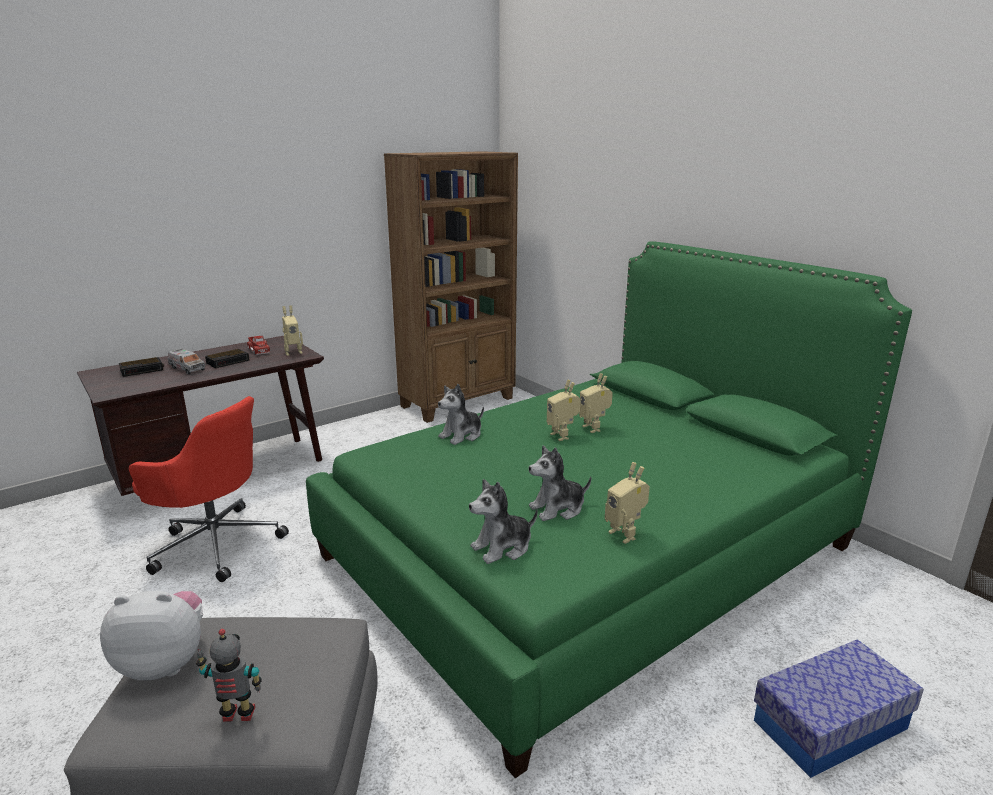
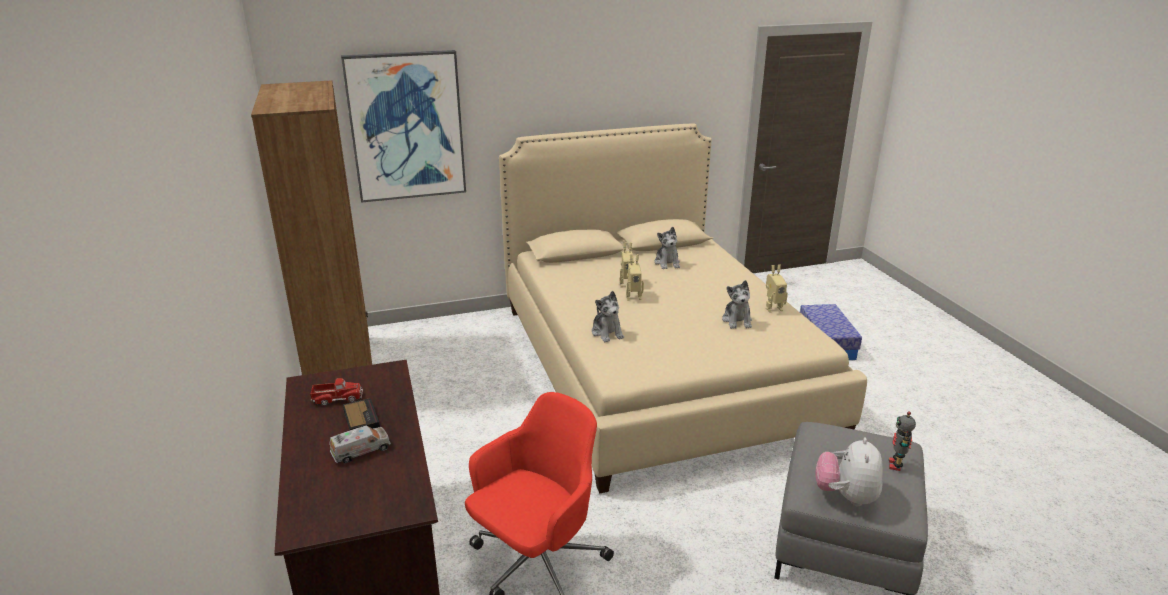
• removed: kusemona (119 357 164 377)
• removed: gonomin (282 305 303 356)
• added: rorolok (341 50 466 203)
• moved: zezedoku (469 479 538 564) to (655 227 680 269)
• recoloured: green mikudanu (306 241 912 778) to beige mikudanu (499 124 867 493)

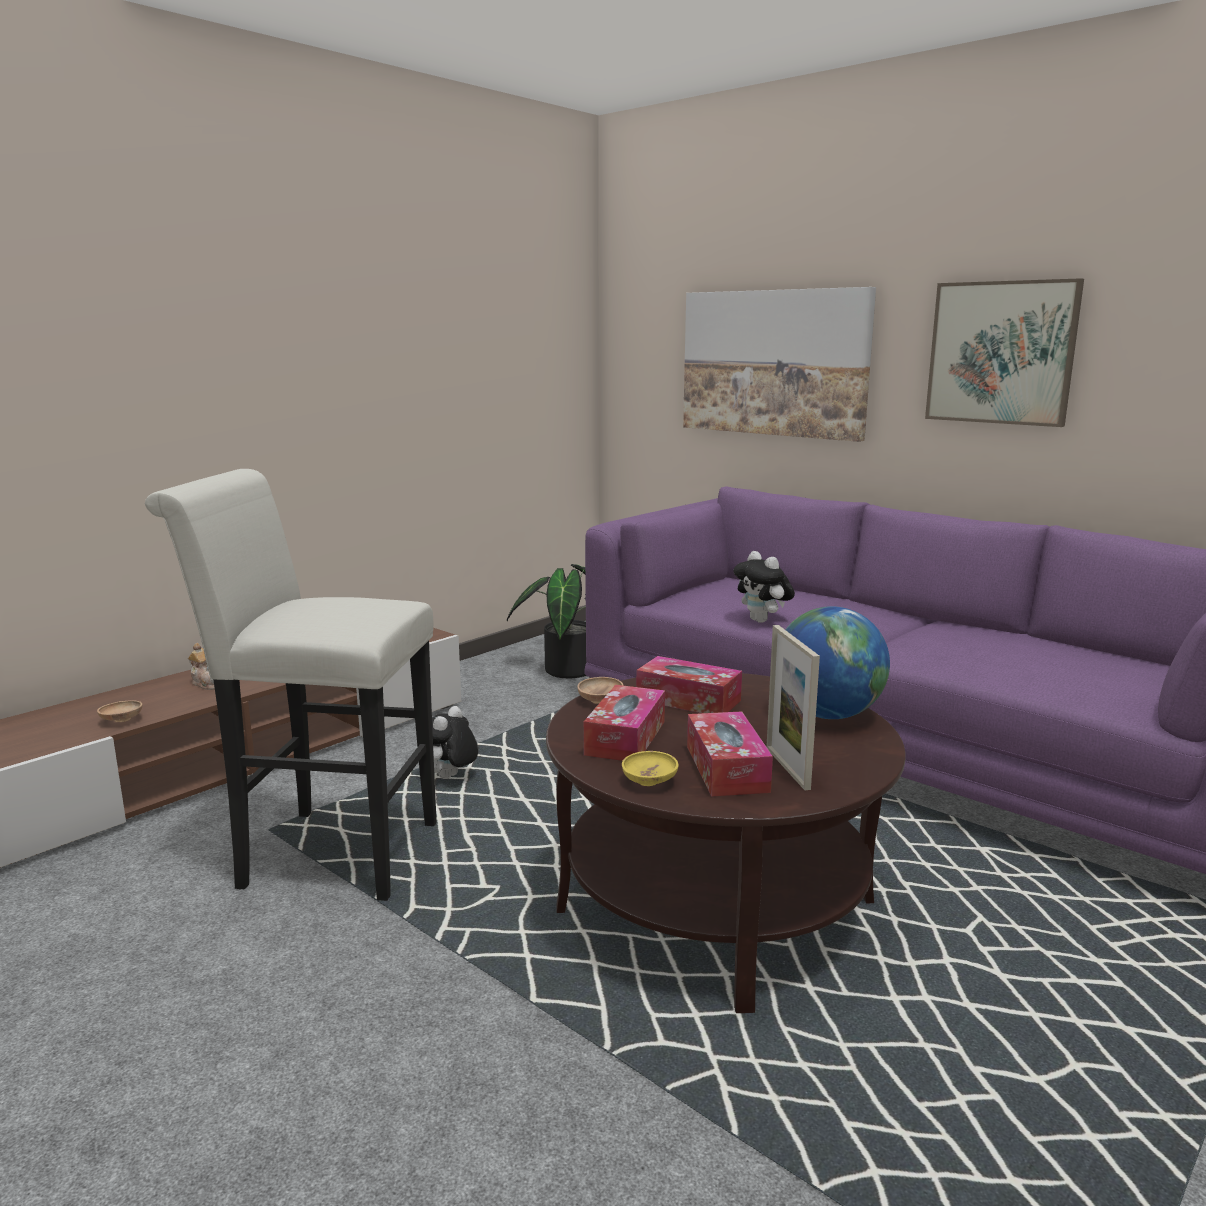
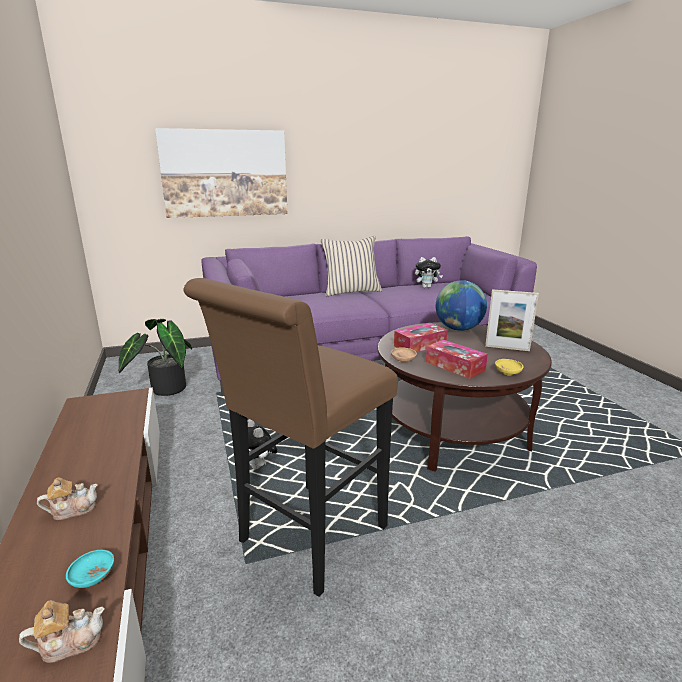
• removed: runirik (687 711 773 796)
• removed: rorolok (925 278 1084 427)
• added: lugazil (19 601 104 663)
• added: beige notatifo (320 236 382 296)
• moved: zezedoku (733 551 795 623) to (415 257 443 288)
• recoloured: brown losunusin (97 700 142 722) to turquoise losunusin (66 550 114 588)
• recoloured: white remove (145 469 437 902) to brown remove (184 278 398 597)

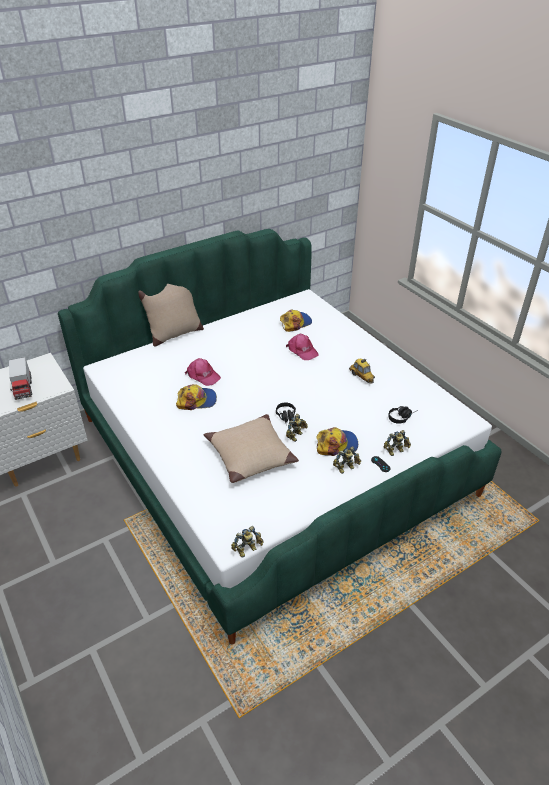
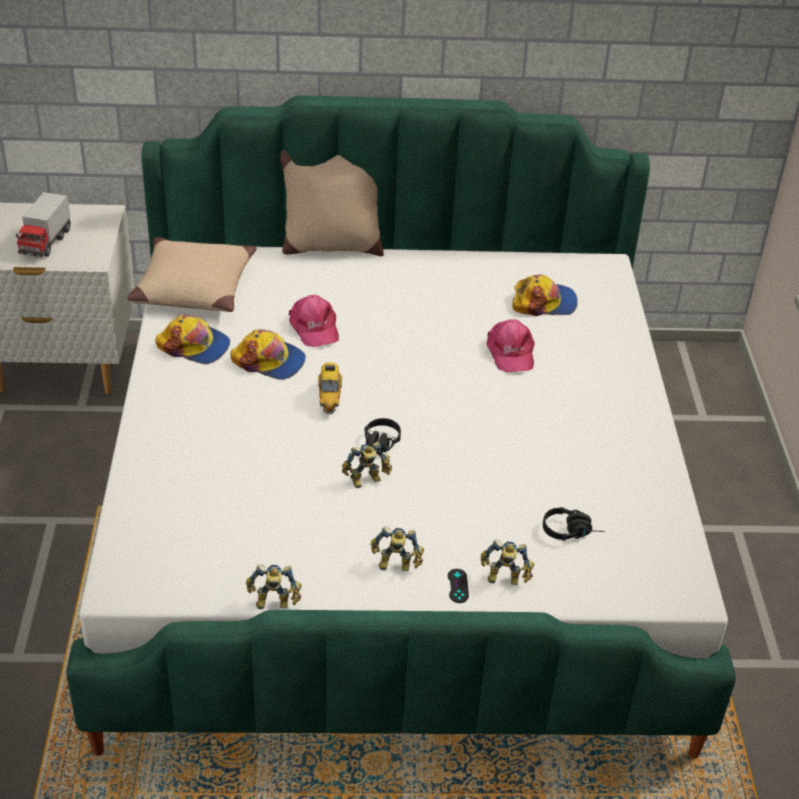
• moved: beige notatifo (204 414 299 483) to (127 237 256 312)
• moved: gonomin (231 526 263 558) to (246 565 302 609)
• moved: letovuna (316 427 358 456) to (156 315 230 364)
• moved: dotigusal (349 359 375 384) to (318 362 342 414)

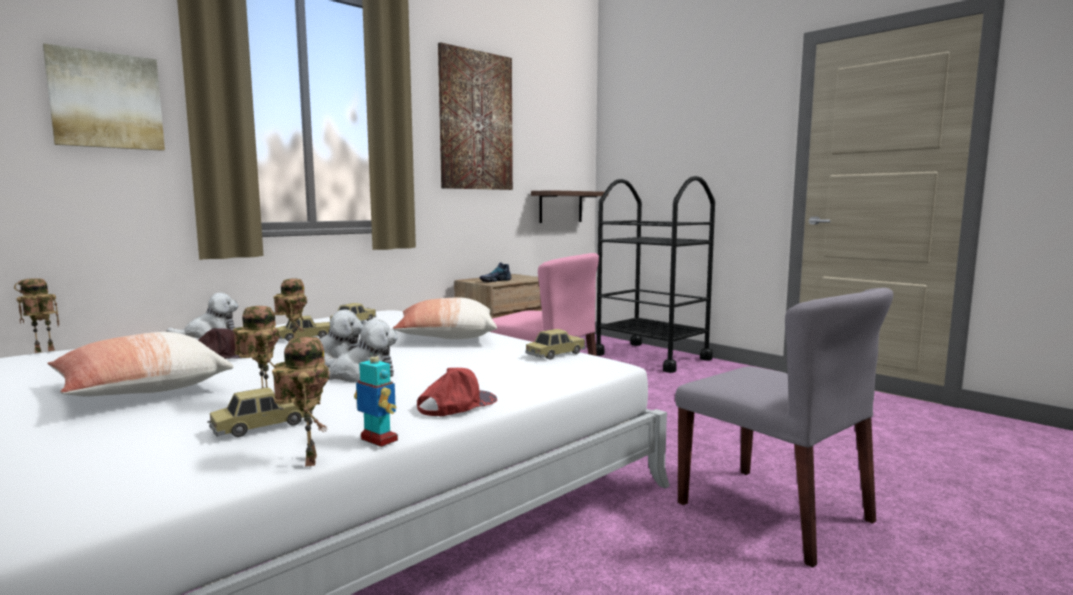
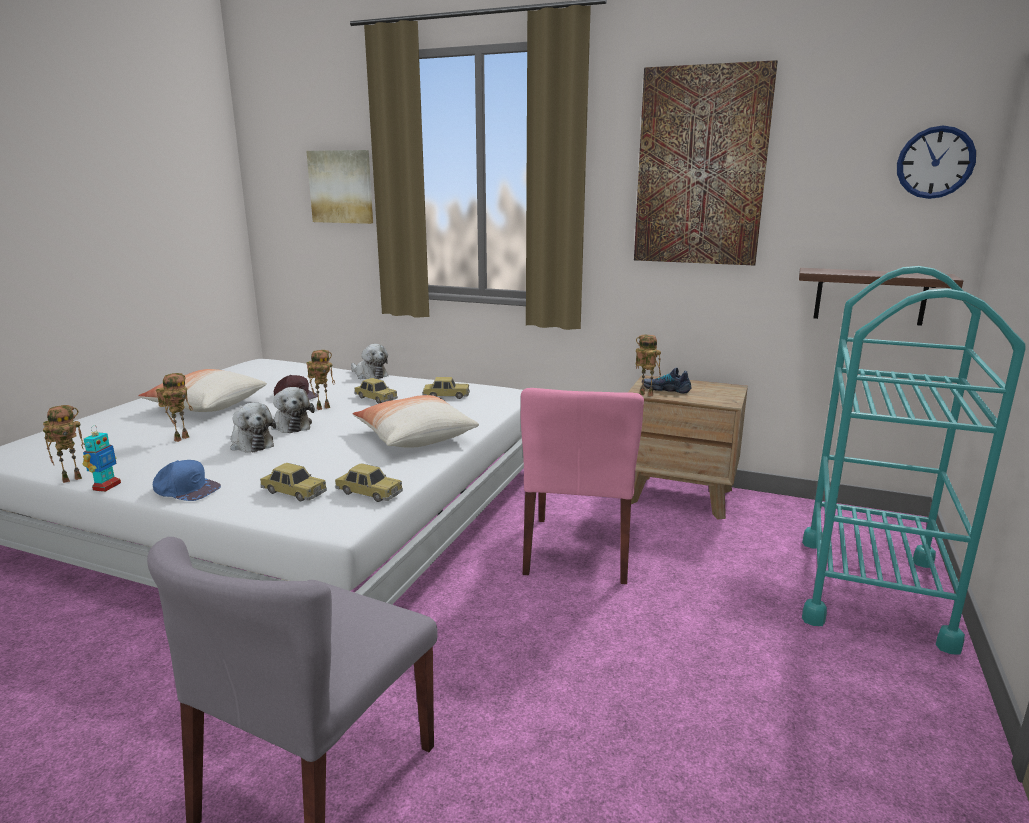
• added: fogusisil (897 125 976 199)
• moved: gonomin (14 278 59 353) to (635 335 661 396)
• moved: dotigusal (207 387 305 437) to (260 463 327 502)
• recoloured: red letovuna (417 368 497 417) to blue letovuna (153 460 221 501)
• recoloured: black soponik (596 176 715 373) to turquoise soponik (802 266 1026 655)

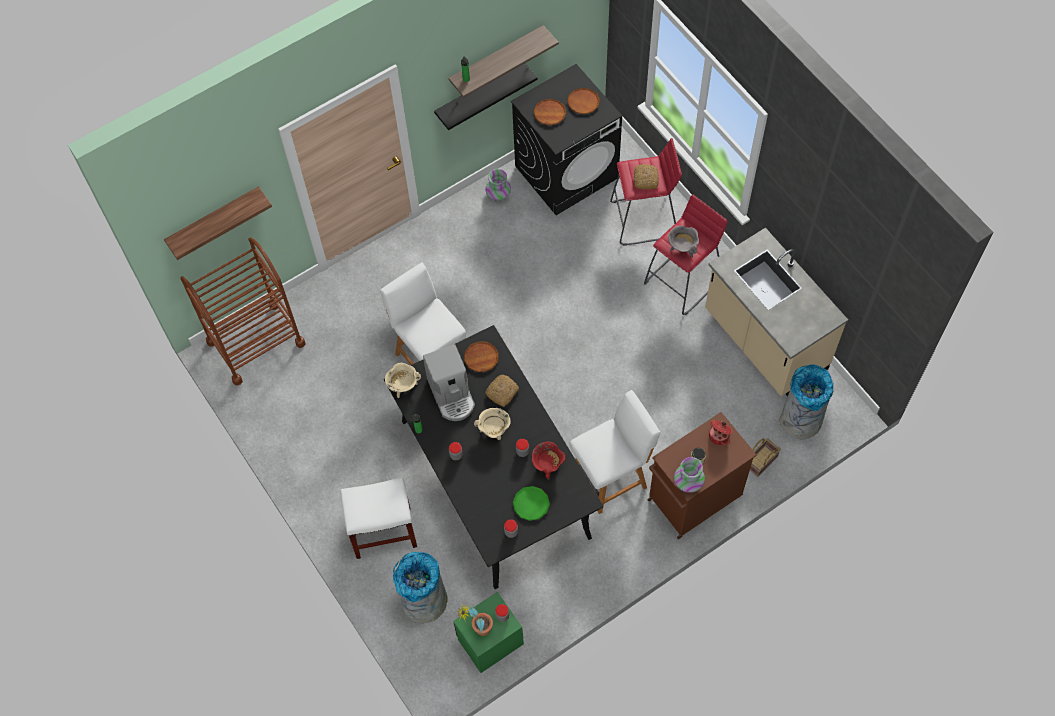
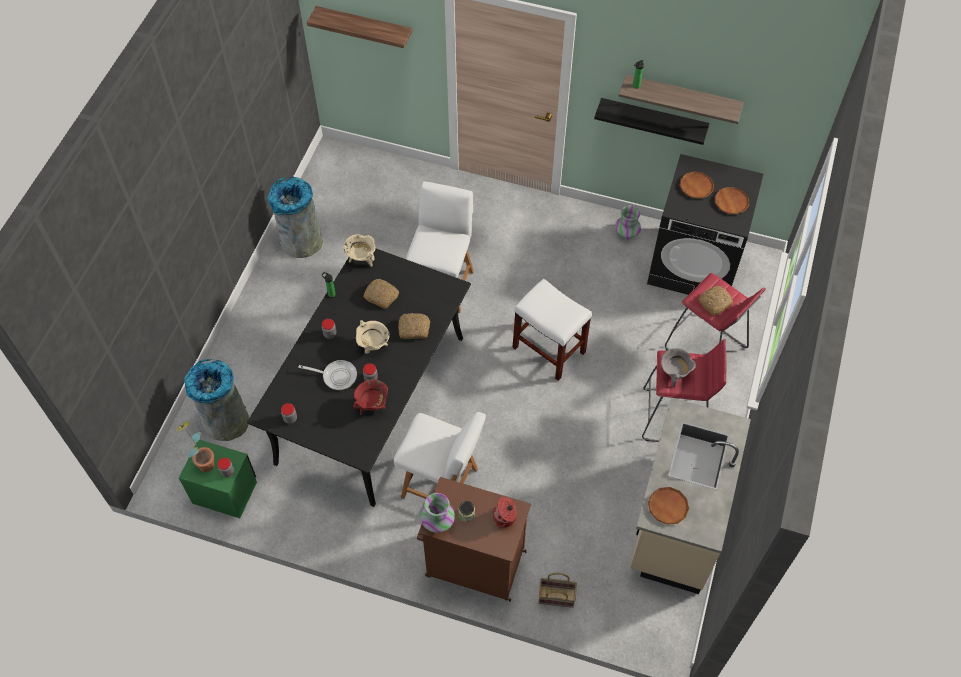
• removed: brown soponik (180 237 306 386)
• removed: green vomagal (513 486 550 521)
• added: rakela (298 360 357 390)
• moved: white remove (340 477 417 559) to (512 279 592 381)
• moved: brown vomagal (464 342 499 372) to (648 487 689 525)
• moved: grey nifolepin (780 364 833 439) to (267 177 322 258)
• replaced: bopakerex (423 344 475 421) to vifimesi (364 279 399 309)

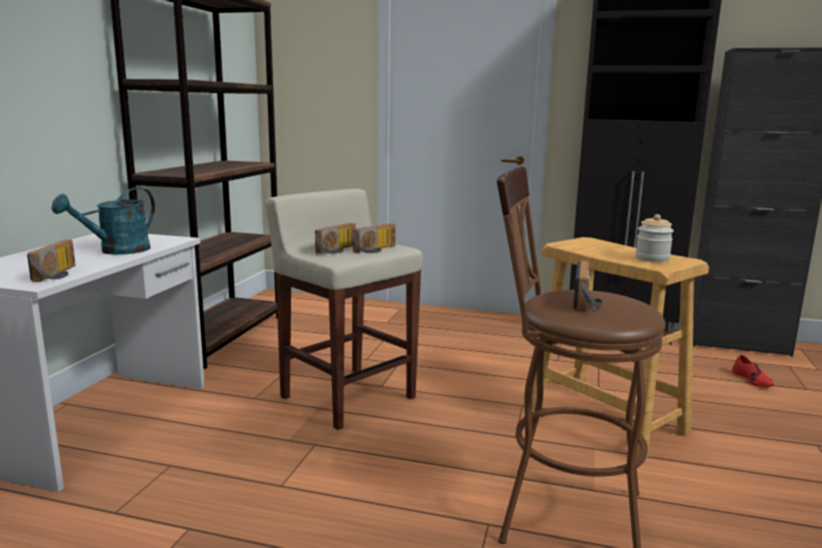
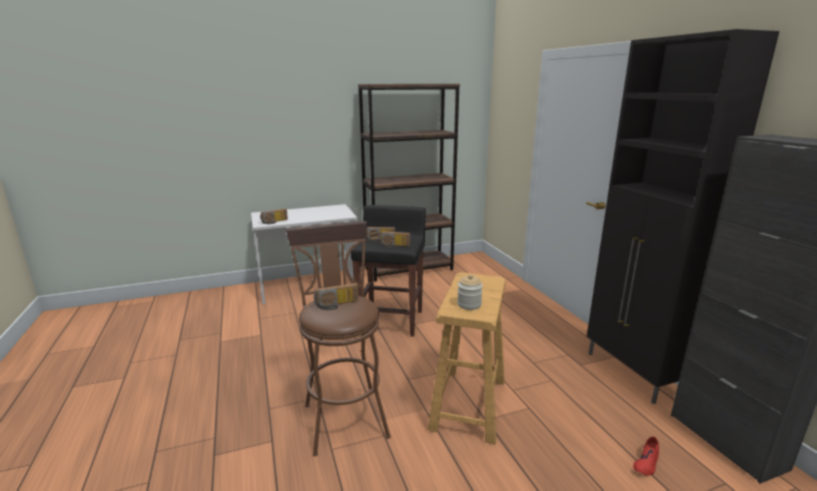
• removed: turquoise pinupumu (52 187 155 255)
• recoloured: beige remove (265 189 423 430) to black remove (351 205 426 337)

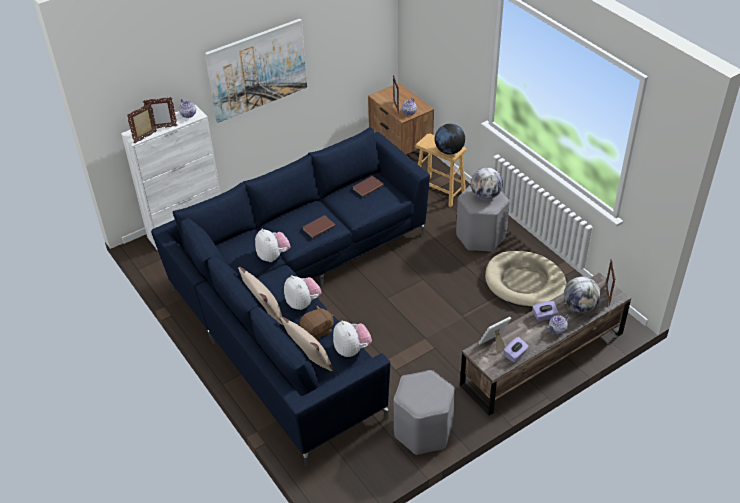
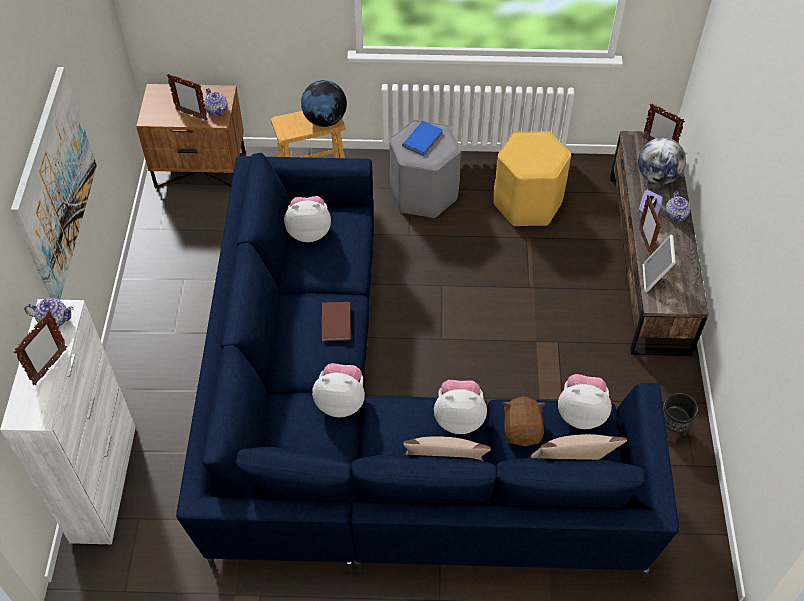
• removed: purple runirik (504 337 529 363)
• moved: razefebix (127 103 157 144) to (639 195 661 256)
• replaced: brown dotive (353 176 384 197) to zezedoku (284 196 331 242)
• replaced: grey remove (393 370 455 455) to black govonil (663 393 698 436)
• replaced: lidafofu (471 167 503 200) to blue dotive (402 121 443 156)
• replaced: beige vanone (485 251 567 308) to yellow remove (493 131 571 226)

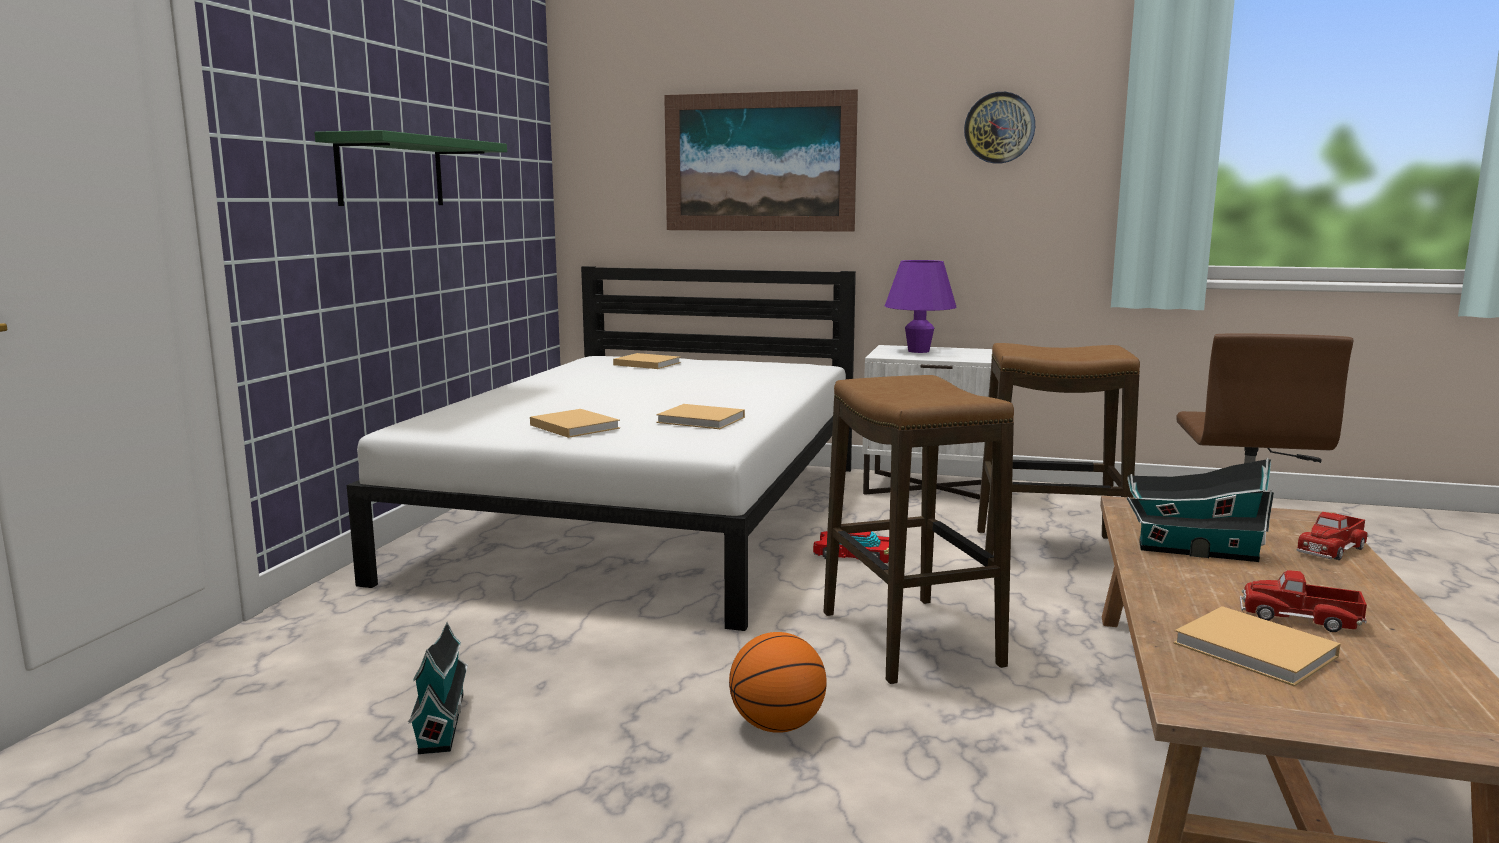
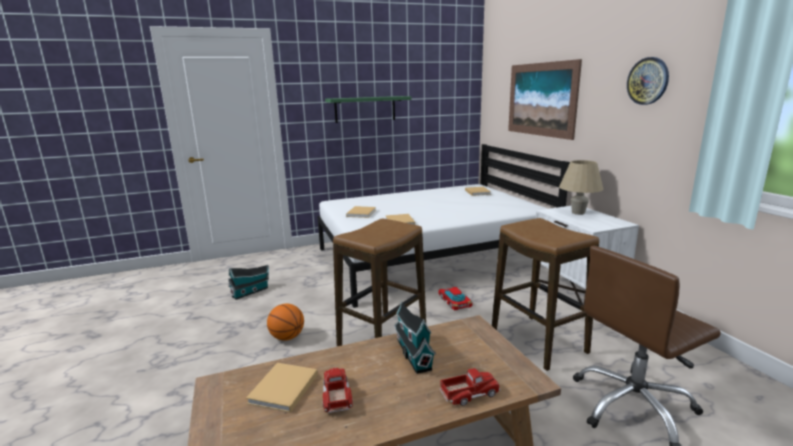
• recoloured: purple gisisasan (885 260 956 353) to beige gisisasan (559 160 604 215)
• turned: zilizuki (1297 512 1368 560) = (440 368 501 406) 150 degrees clockwise

